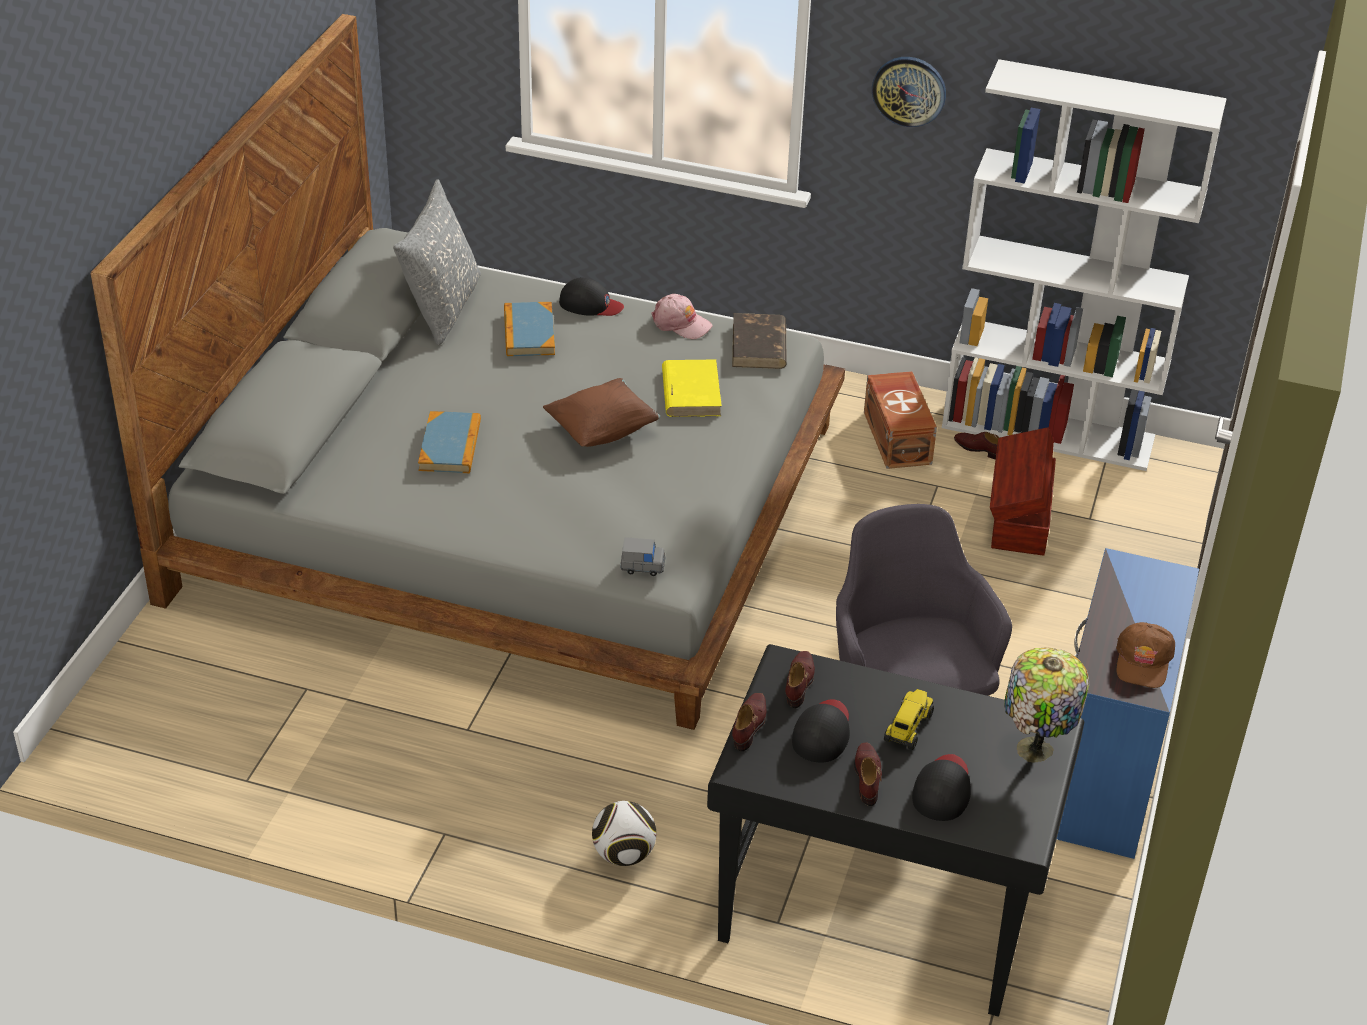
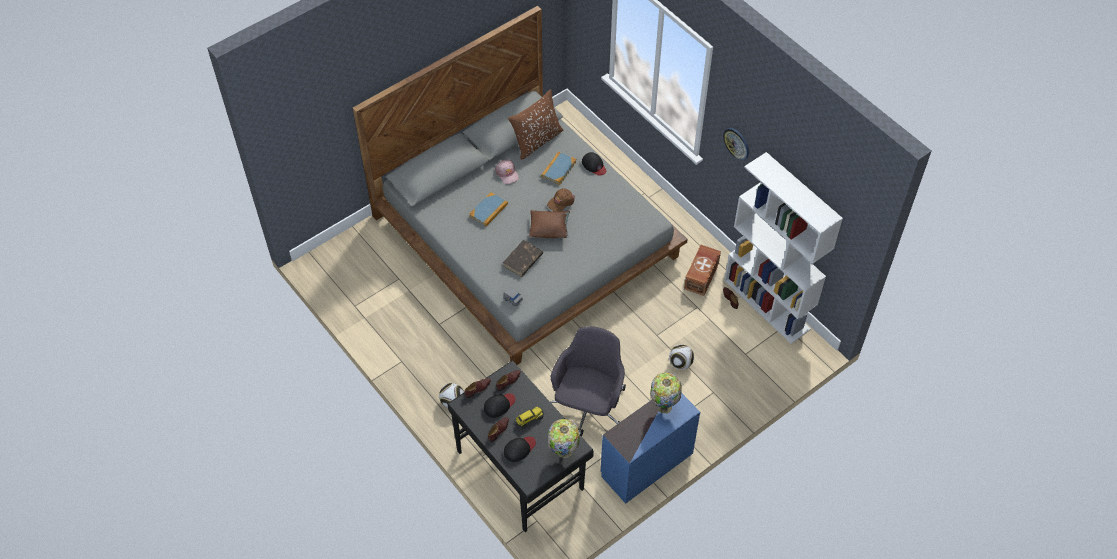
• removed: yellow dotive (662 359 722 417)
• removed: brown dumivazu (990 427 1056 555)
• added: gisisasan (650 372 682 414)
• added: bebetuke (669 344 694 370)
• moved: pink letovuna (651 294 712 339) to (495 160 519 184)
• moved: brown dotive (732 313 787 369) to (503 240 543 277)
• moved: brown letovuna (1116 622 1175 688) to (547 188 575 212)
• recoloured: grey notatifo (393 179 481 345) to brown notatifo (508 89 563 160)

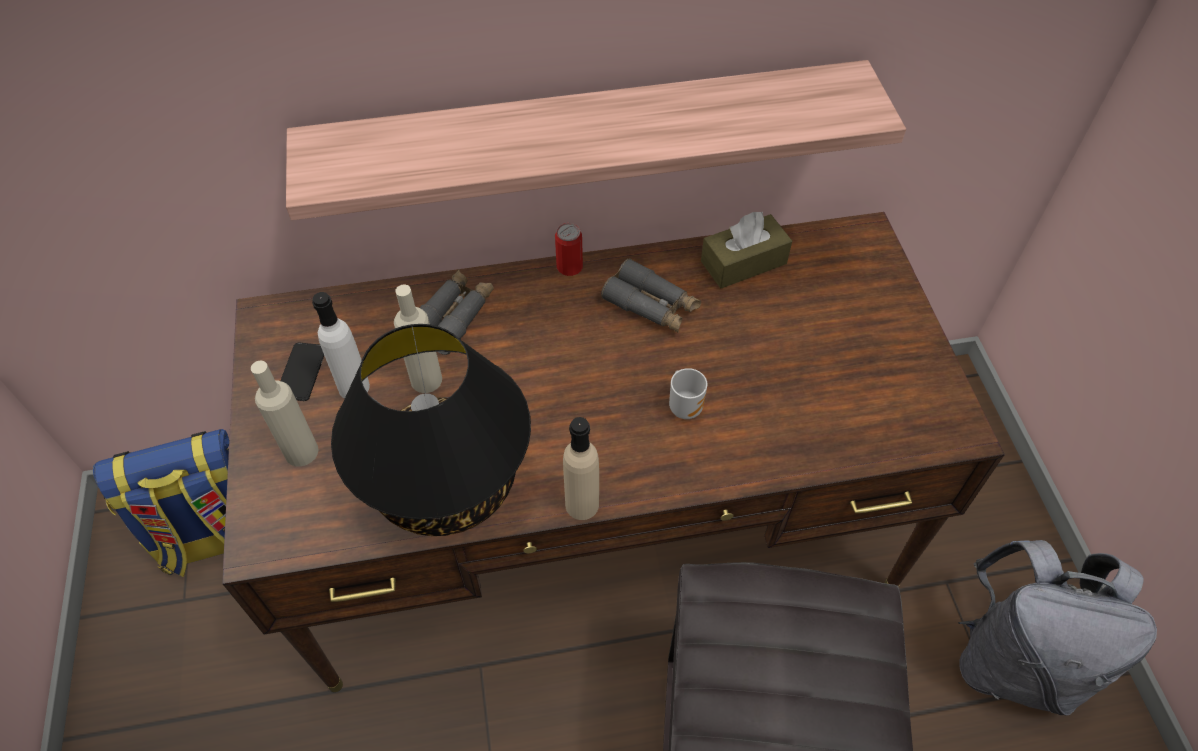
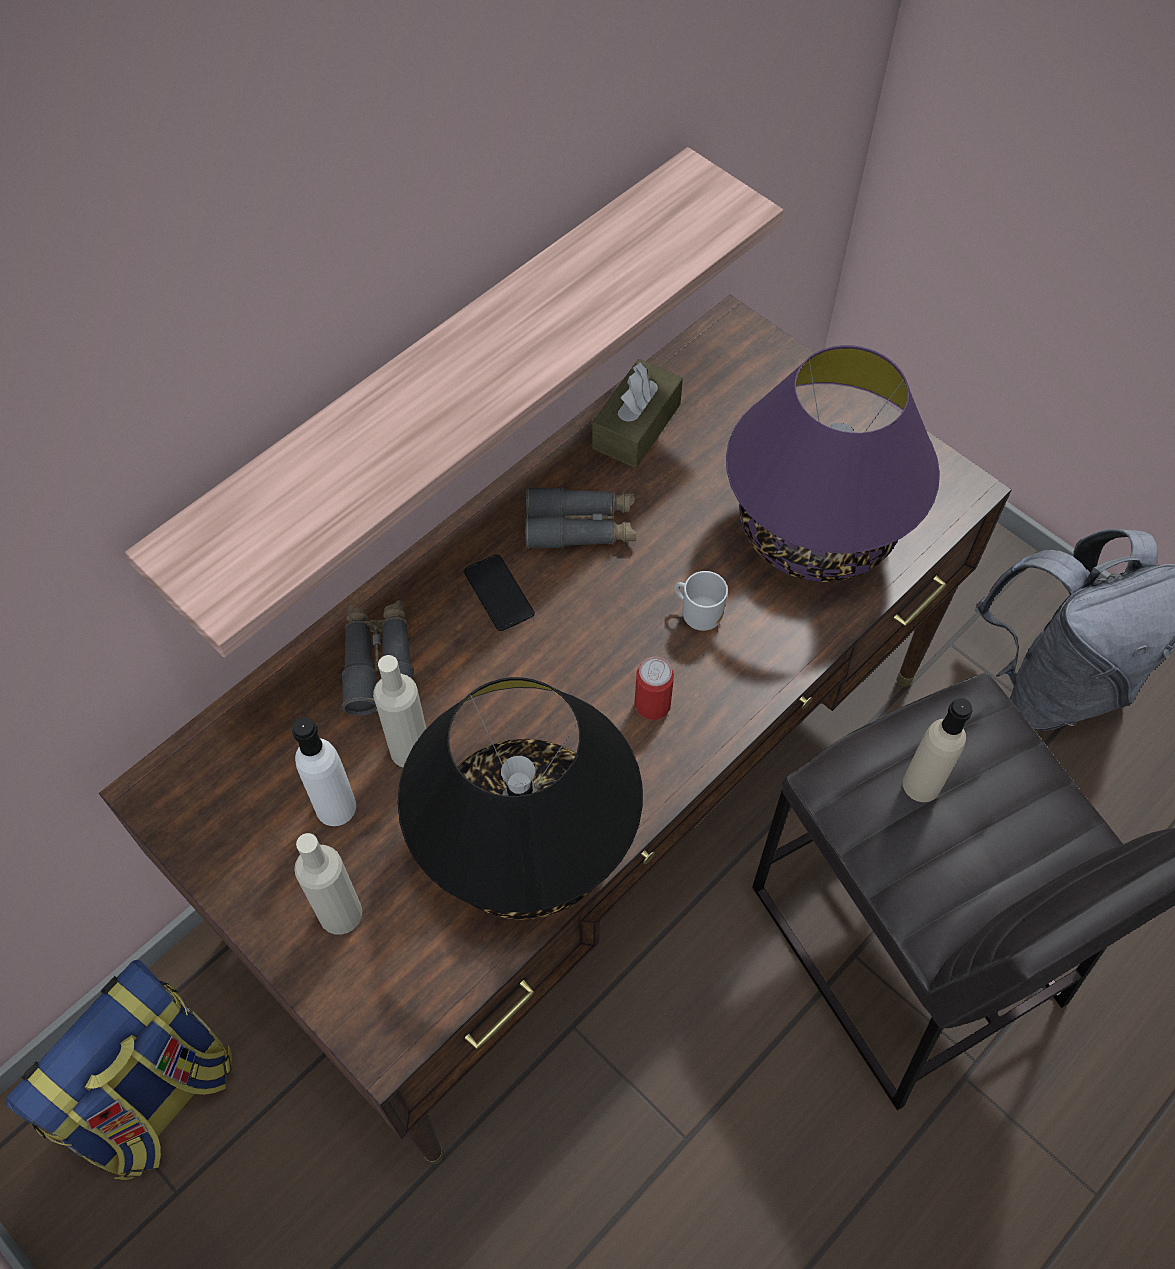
• added: purple gisisasan (726 345 940 582)
• moved: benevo (280 343 324 401) to (464 555 535 631)
• moved: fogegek (555 223 583 276) to (634 657 674 720)
• moved: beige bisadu (563 417 599 520) to (903 698 973 802)

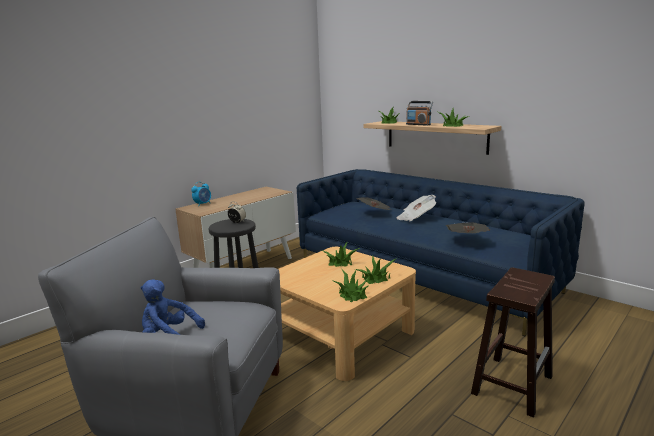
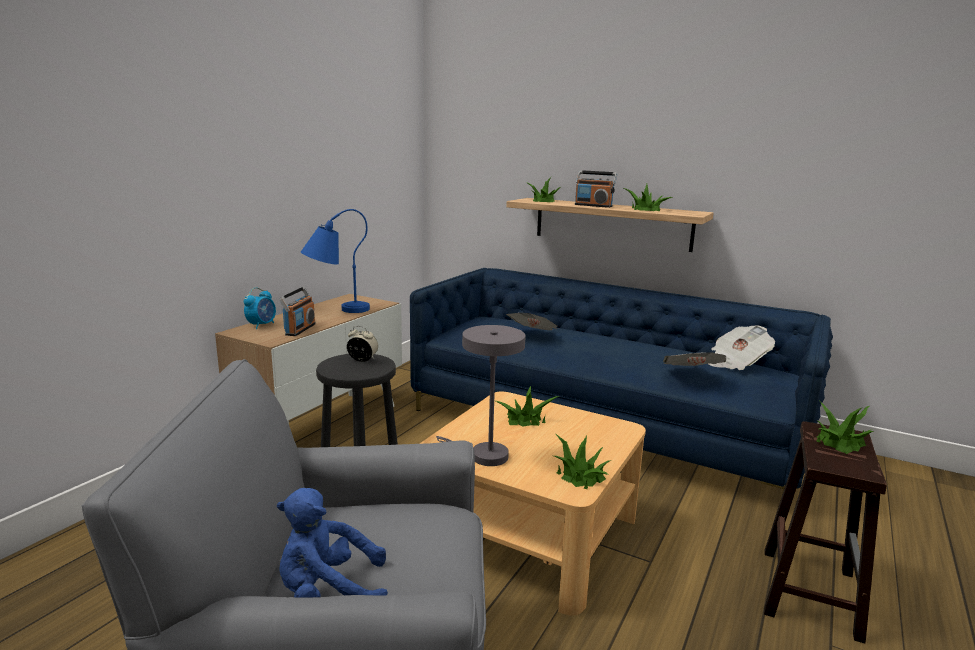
• added: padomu (279 287 315 336)
• added: blue gisisasan (301 209 370 313)
• added: grey gisisasan (436 325 526 466)
• moved: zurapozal (354 255 397 284) to (817 402 874 454)
• moved: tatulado (396 195 436 221) to (708 325 775 370)

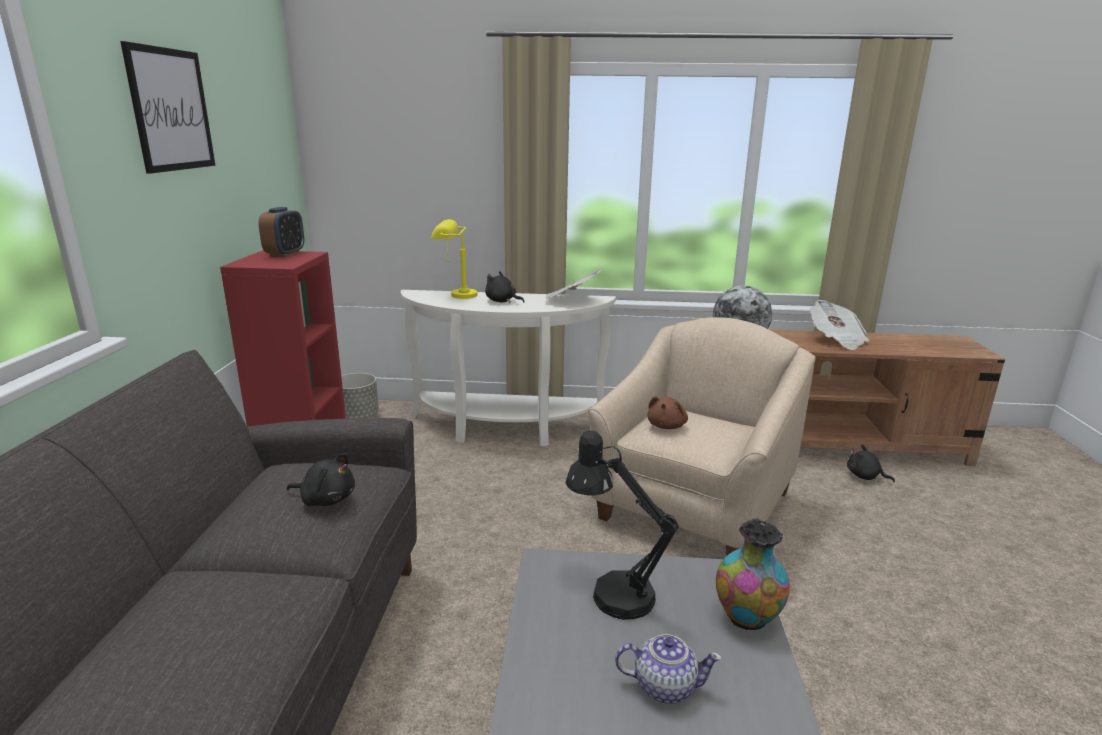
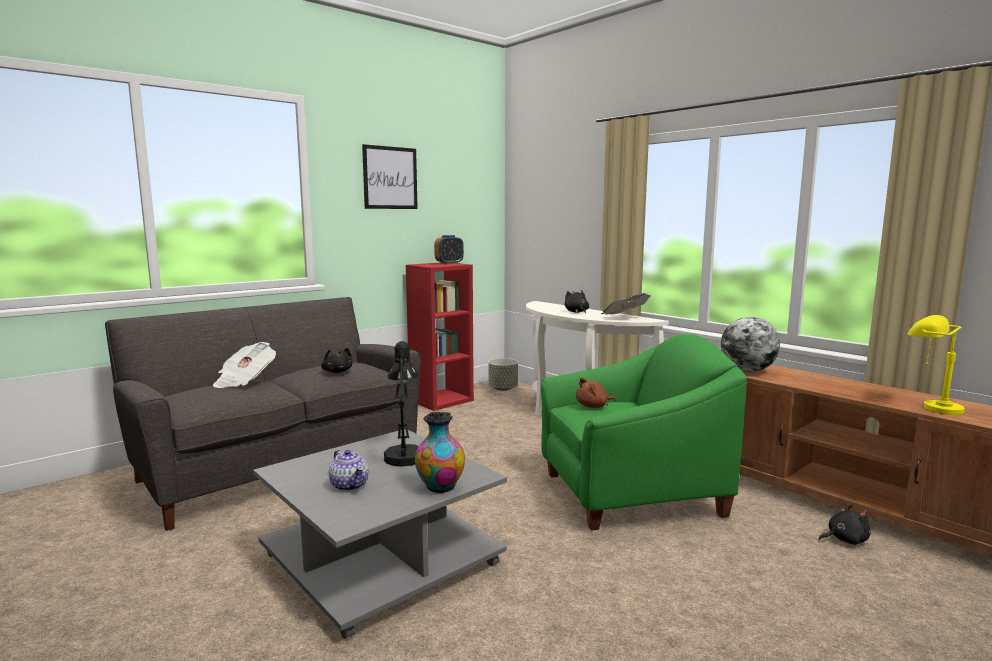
• moved: yellow gisisasan (431 219 477 299) to (907 315 965 415)
• moved: tatulado (809 300 869 350) to (213 342 276 388)
• recoloured: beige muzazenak (588 317 815 556) to green muzazenak (541 334 747 531)
• turned: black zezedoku (847 444 895 482) = (819 504 870 545) 90 degrees clockwise

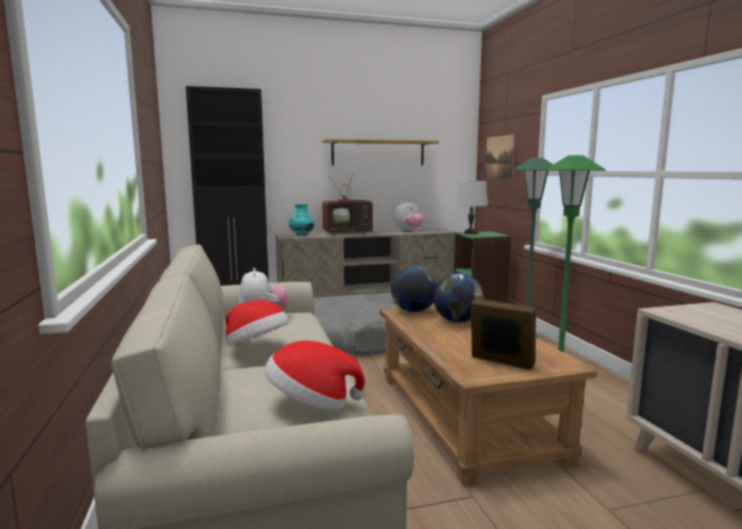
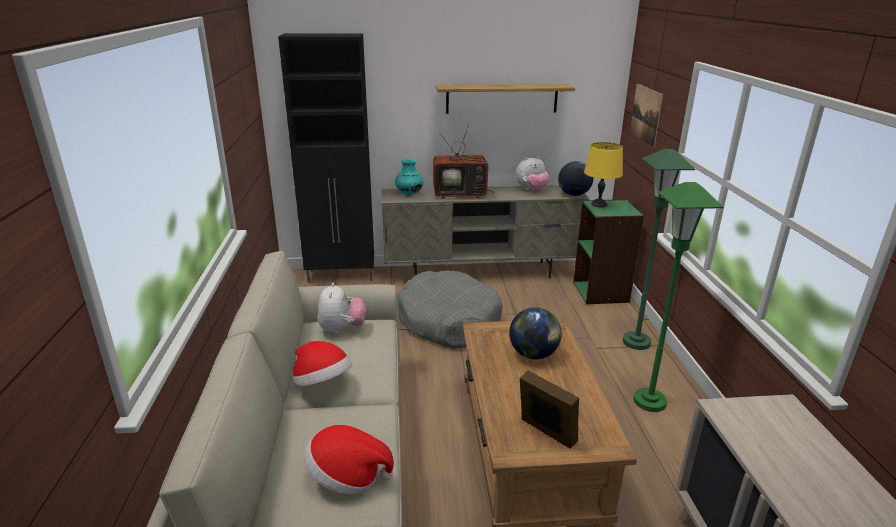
• moved: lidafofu (391 266 437 312) to (558 161 593 196)
• recoloured: grey gisisasan (455 181 488 234) to yellow gisisasan (584 142 623 207)

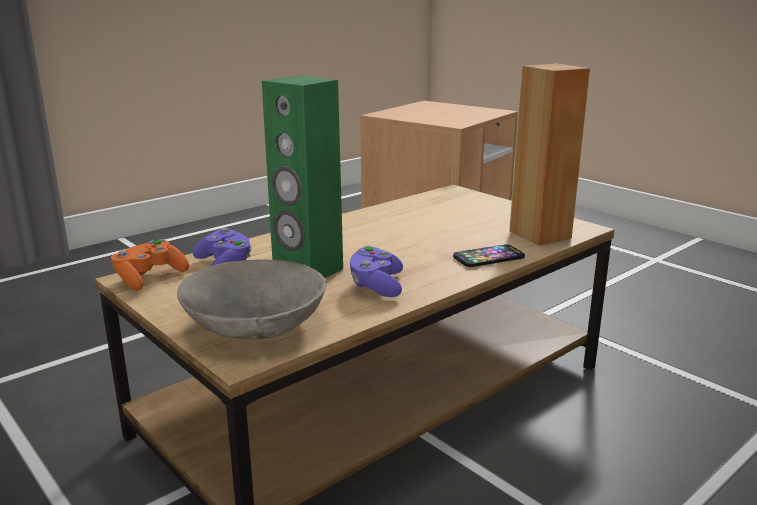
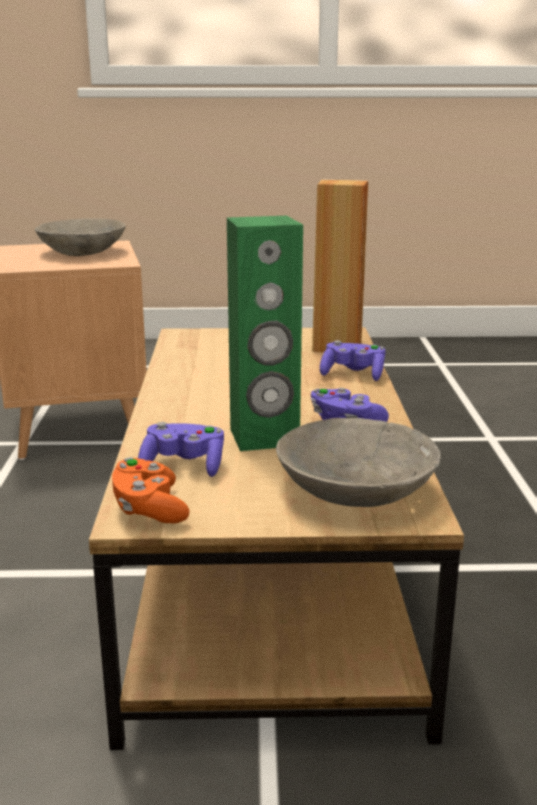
• added: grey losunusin (35 218 126 256)
• replaced: benevo (453 244 525 267) to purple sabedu (320 340 385 381)

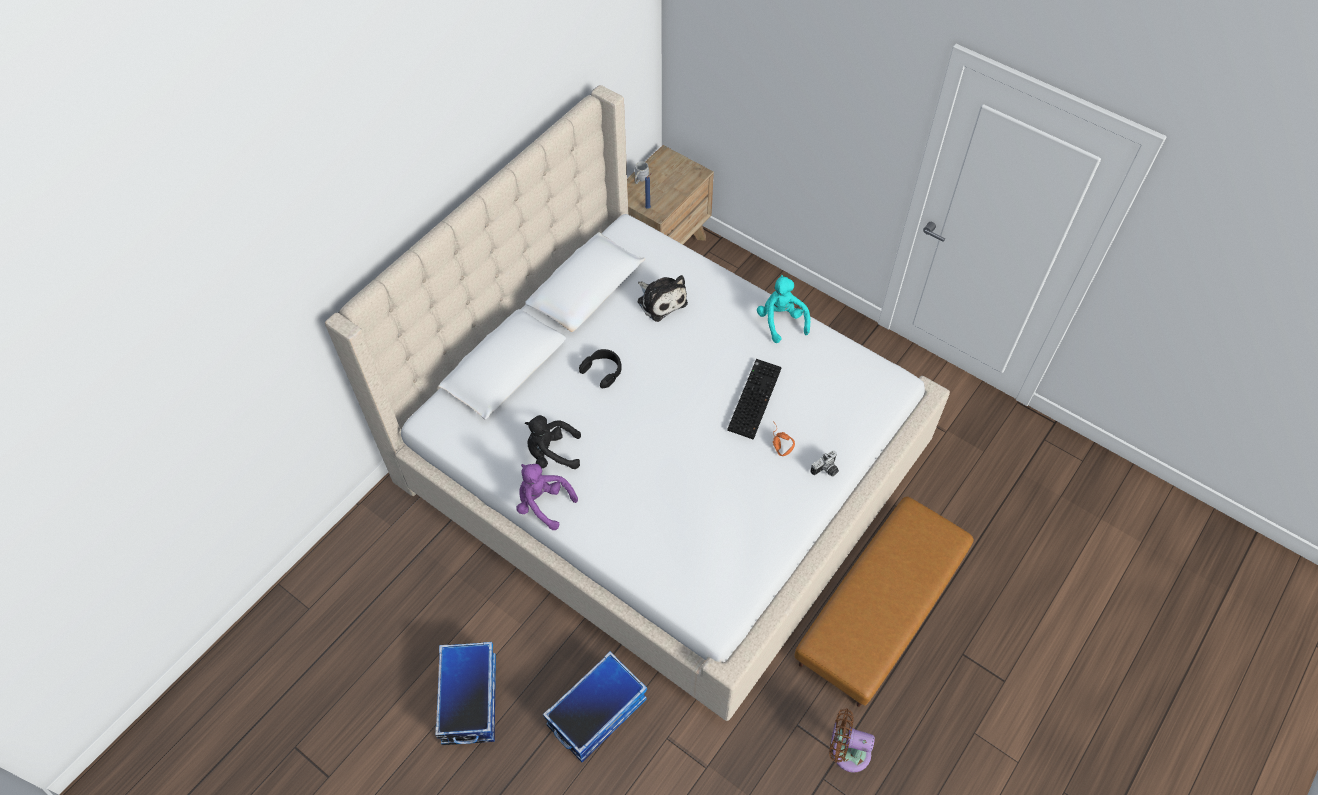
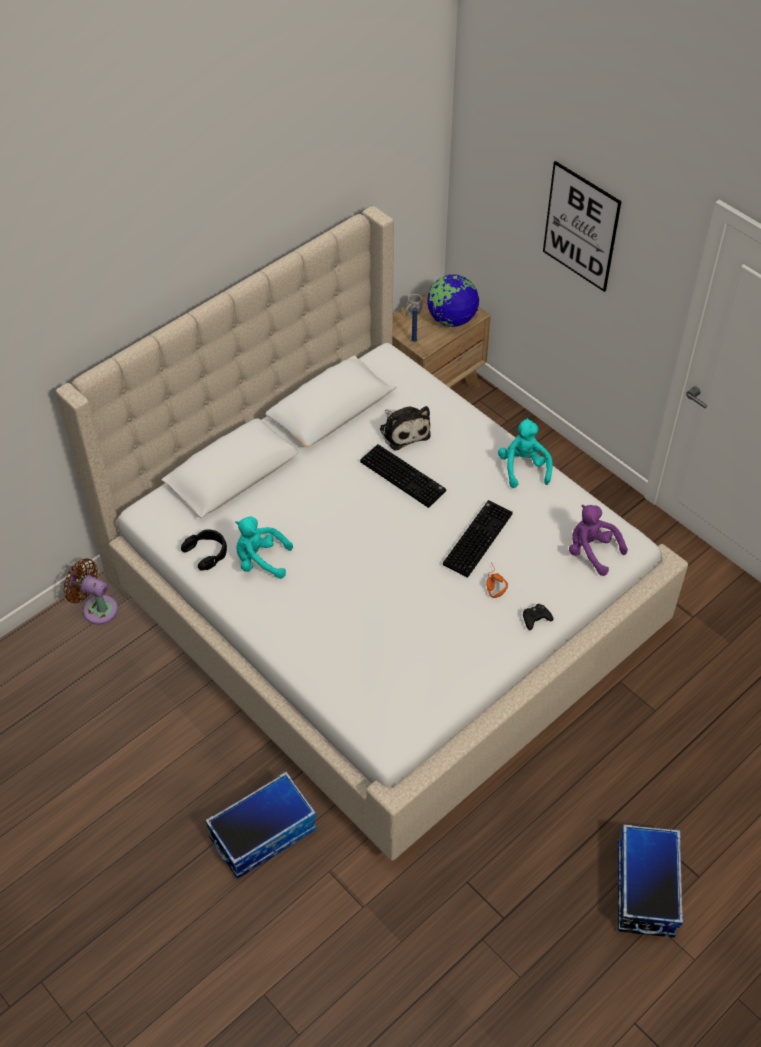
• removed: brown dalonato (794 497 974 707)
• added: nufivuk (360 444 446 508)
• added: lidafofu (427 274 479 327)
• added: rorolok (543 161 622 292)
• moved: dumivazu (435 642 496 745) to (618 824 683 938)
• moved: purple zezedoku (516 464 578 530) to (569 505 628 576)
• moved: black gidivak (579 349 622 389) to (181 529 227 571)
• moved: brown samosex (829 708 875 773) to (63 558 118 625)
• replaced: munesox (810 450 839 476) to black sabedu (523 604 554 630)
• recoloured: black zezedoku (525 415 581 469) to turquoise zezedoku (235 516 293 579)

